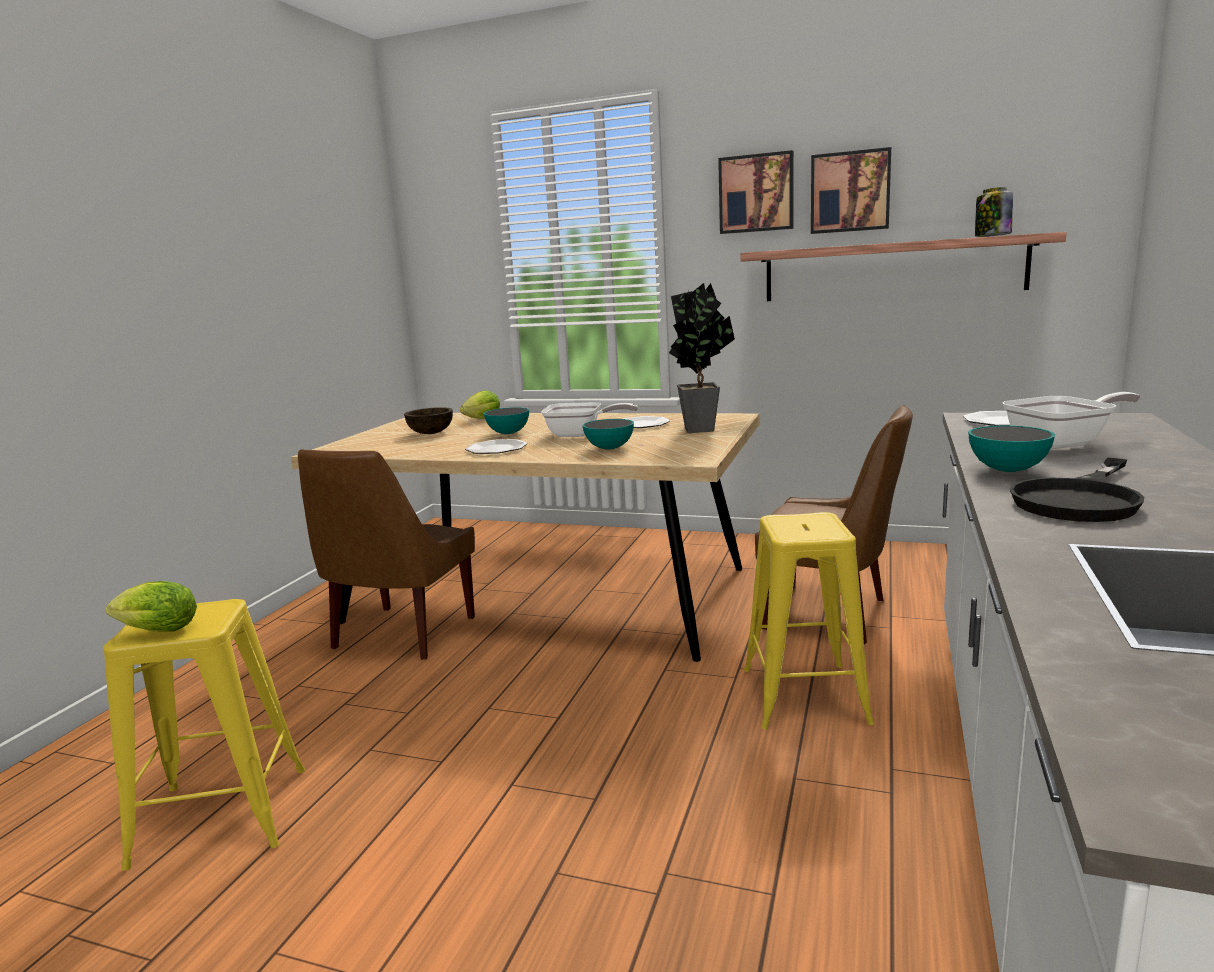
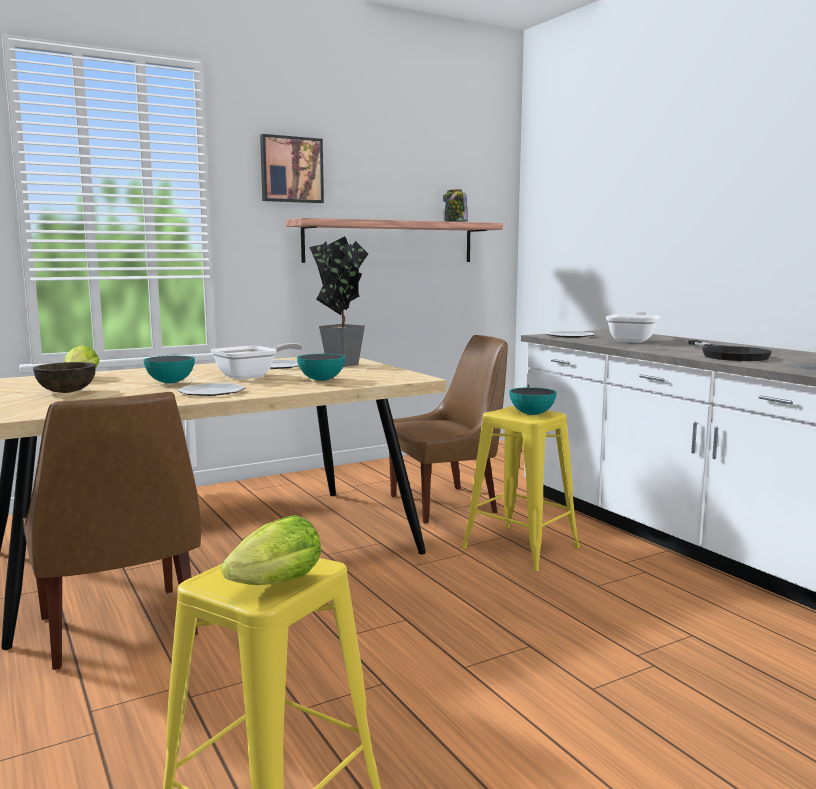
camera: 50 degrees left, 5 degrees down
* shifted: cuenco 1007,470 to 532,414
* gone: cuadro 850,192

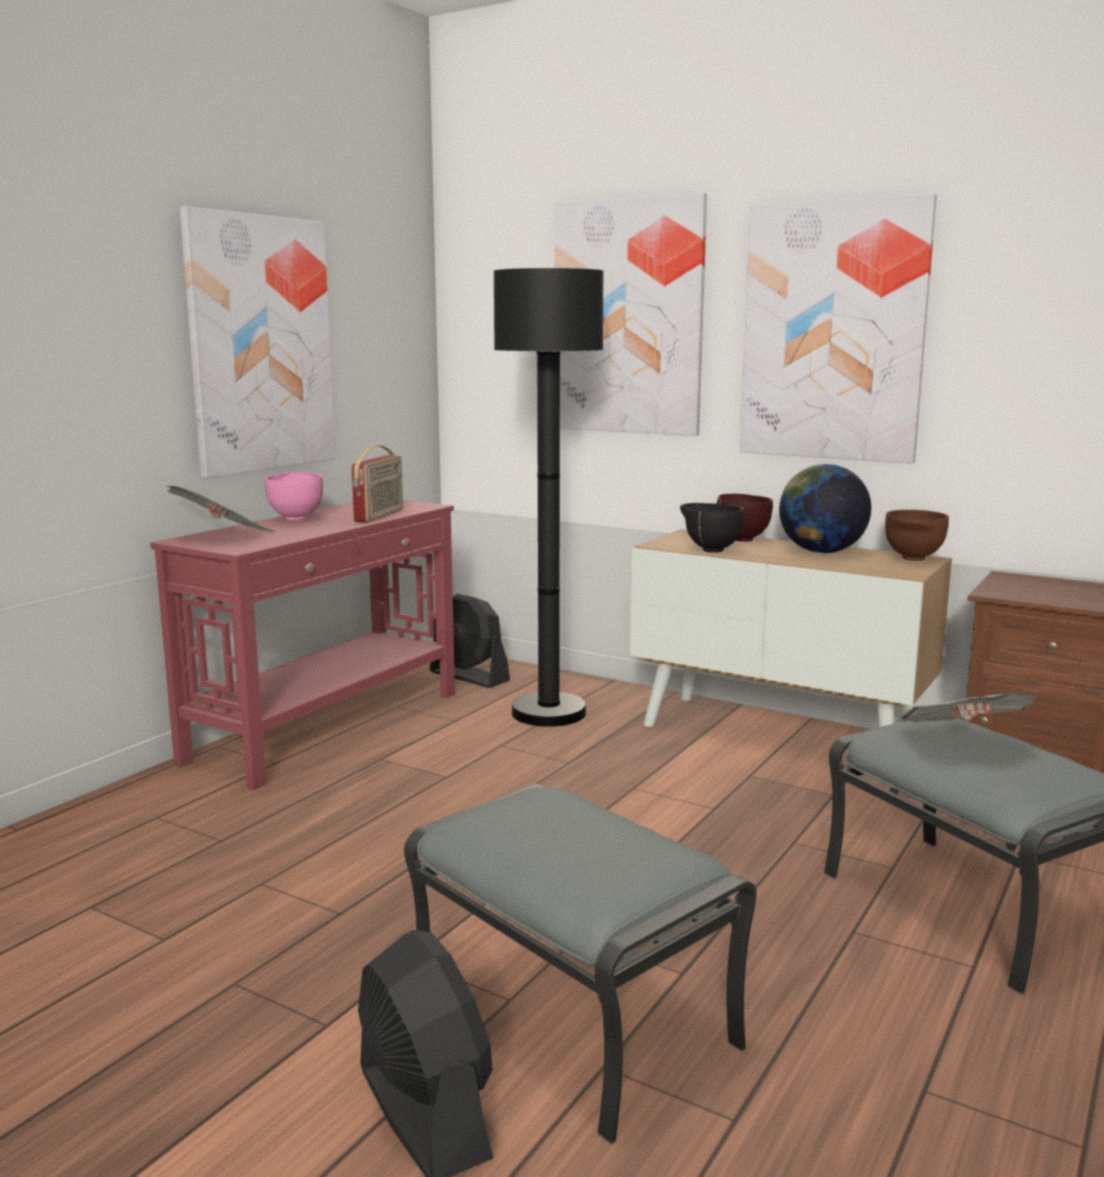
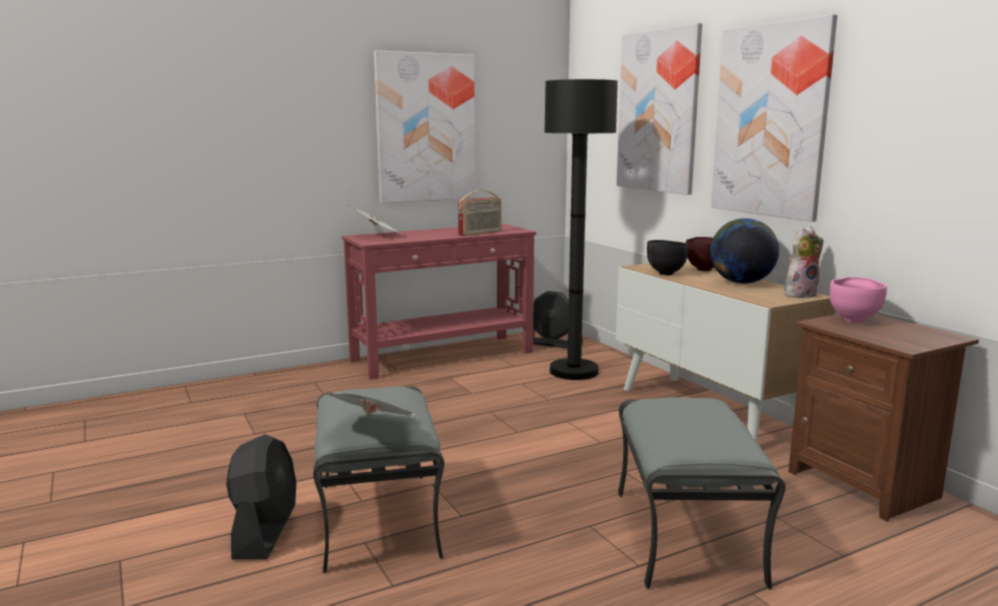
camera: 30 degrees right, 0 degrees up
* shifted: periódico 961,742 to 374,429
* rotated: ventilador (negro) 469,676 = 554,344 45 degrees counterclockwise
* swapped: cuenco (marrón) 913,559 to peluche 799,294
* shifted: cuenco (rosa) 296,518 to 854,320

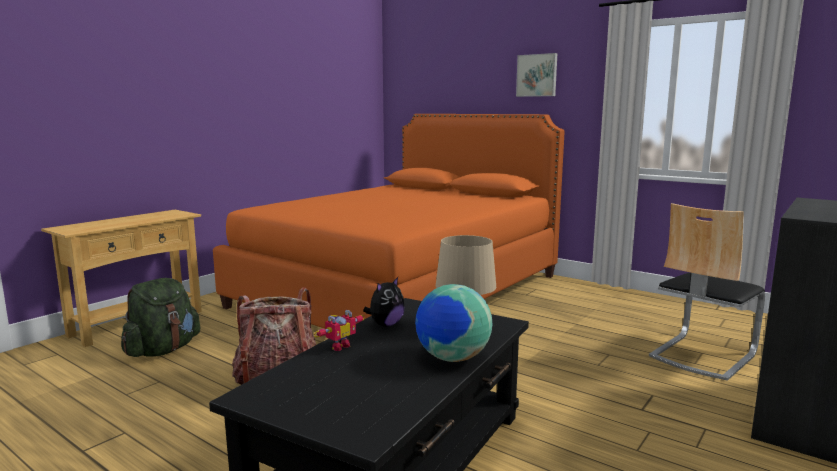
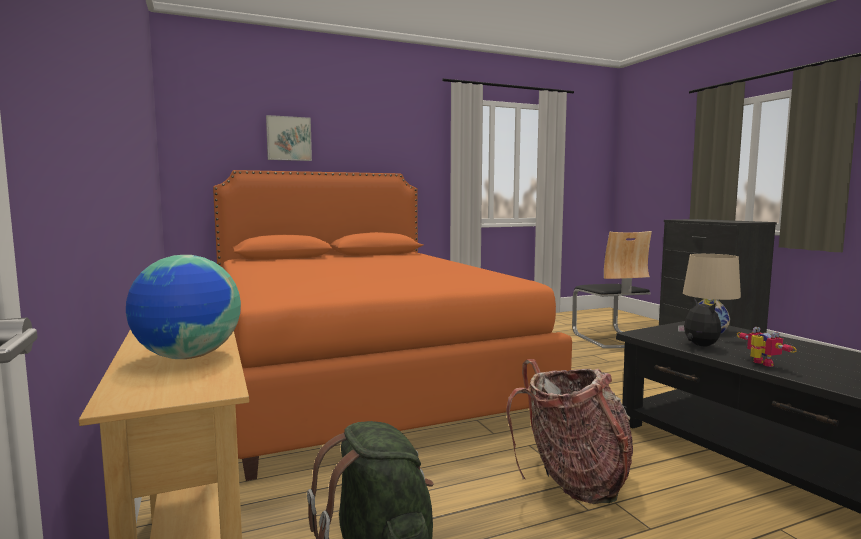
camera: 60 degrees left, 5 degrees down
* shifted: globo terráqueo 452,358 to 188,357
* shifted: cuadro 537,75 to 288,138

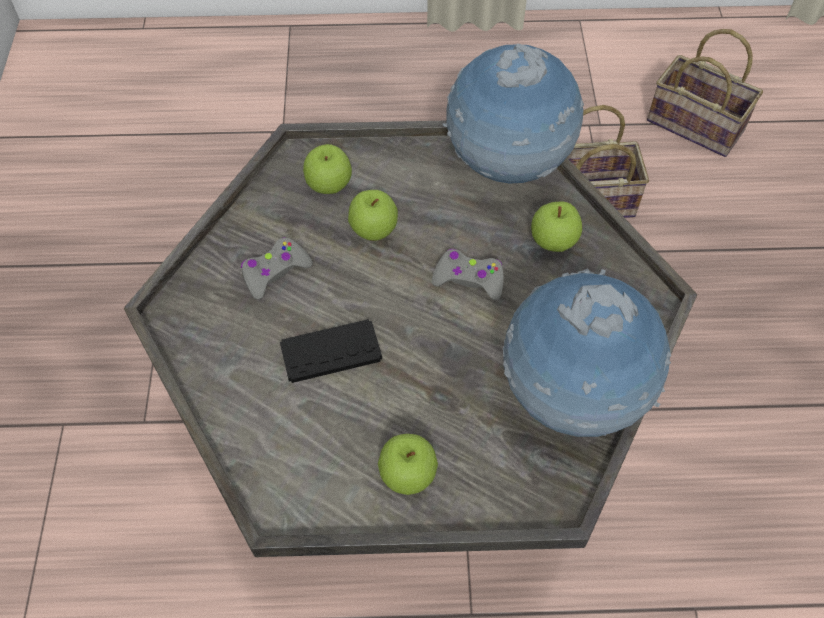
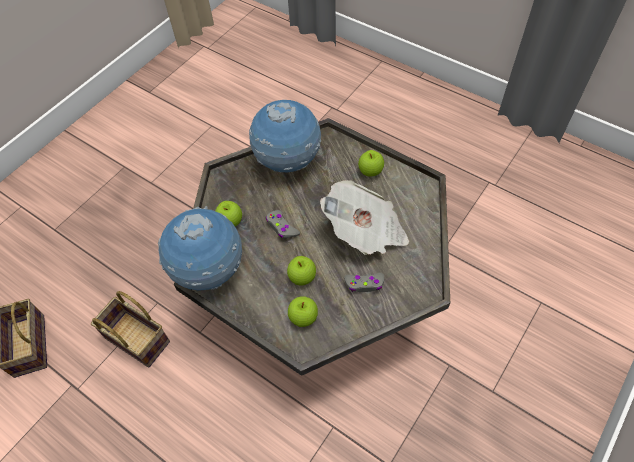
camera: 140 degrees left, 0 degrees up
* swapped: mando de consola (negro) 331,352 to periódico 365,231

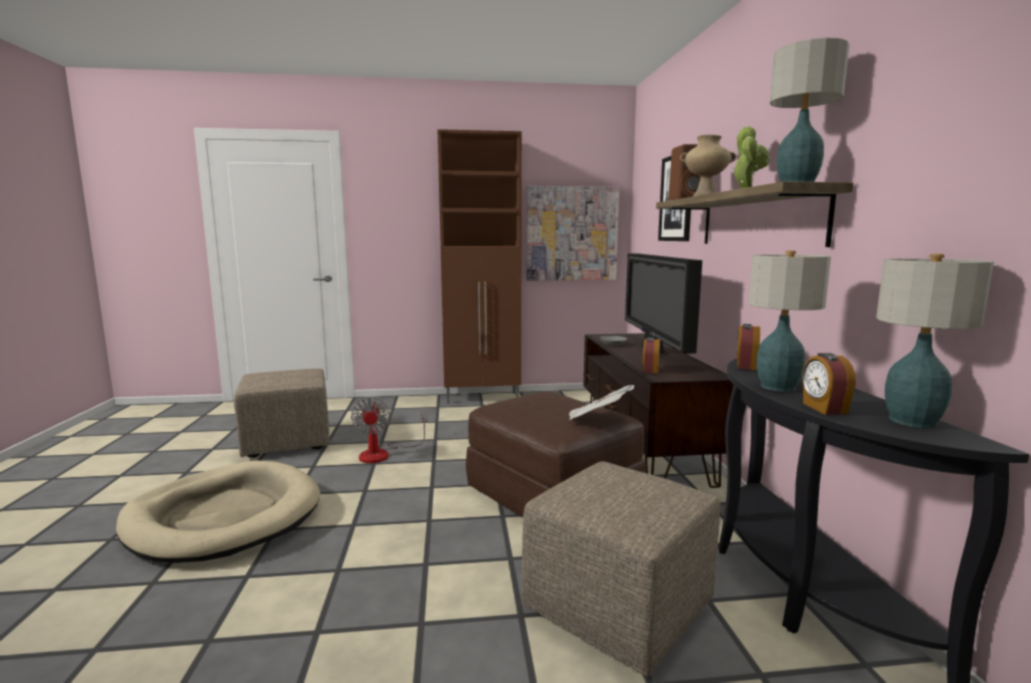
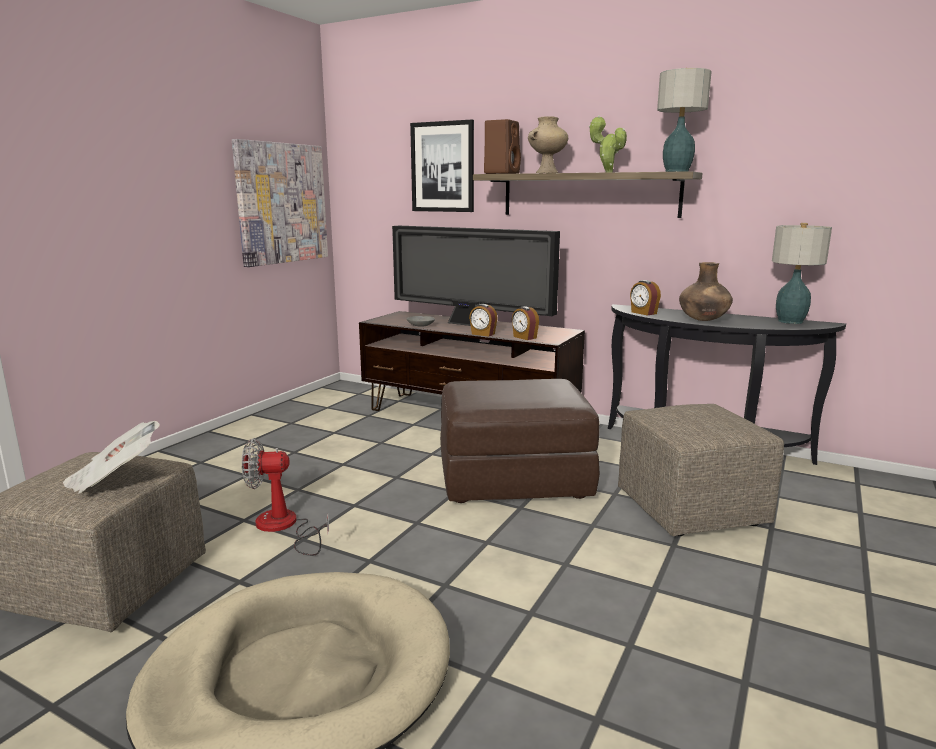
camera: 55 degrees left, 5 degrees up
* shifted: periódico 597,419 to 114,479
* rotated: ventilador 383,453 = 284,527 150 degrees clockwise
* shifted: despertador 823,408 to 483,334
* swapped: lámpara de mesa 777,387 to florero (marrón) 703,320
* gone: armario (marrón) 483,398

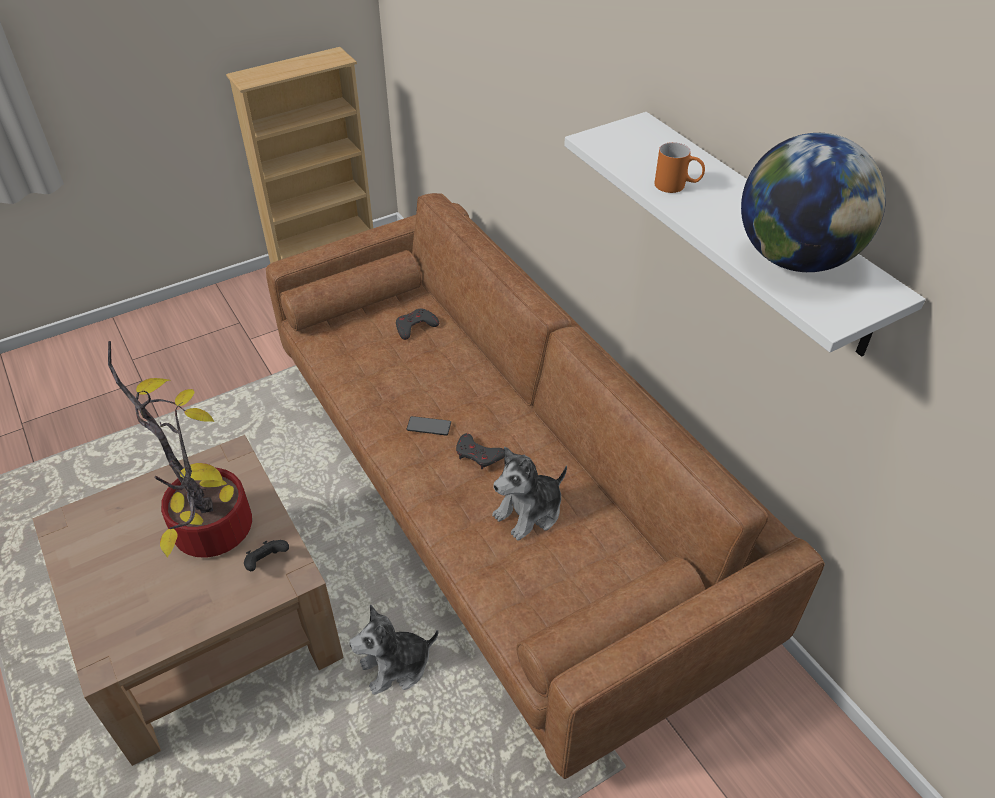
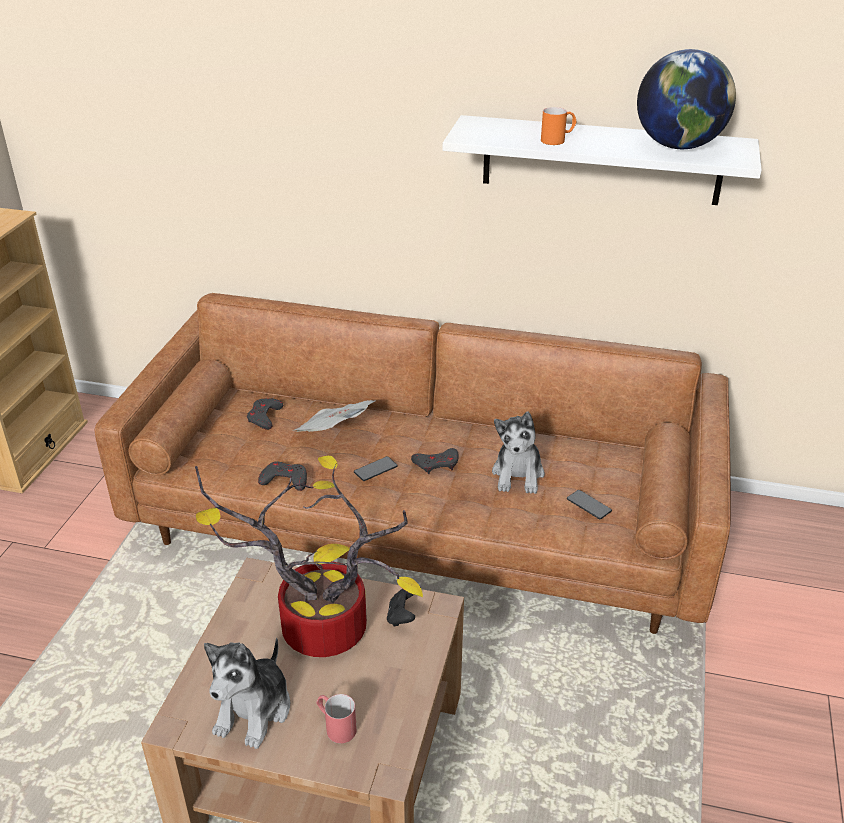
camera: 45 degrees left, 10 degrees down
* shifted: peluche 396,666 to 254,710
* new: mando de consola (gris) 285,480
* new: periódico 334,433
* new: taza grande (rojo) 335,726
* new: móvil 589,505

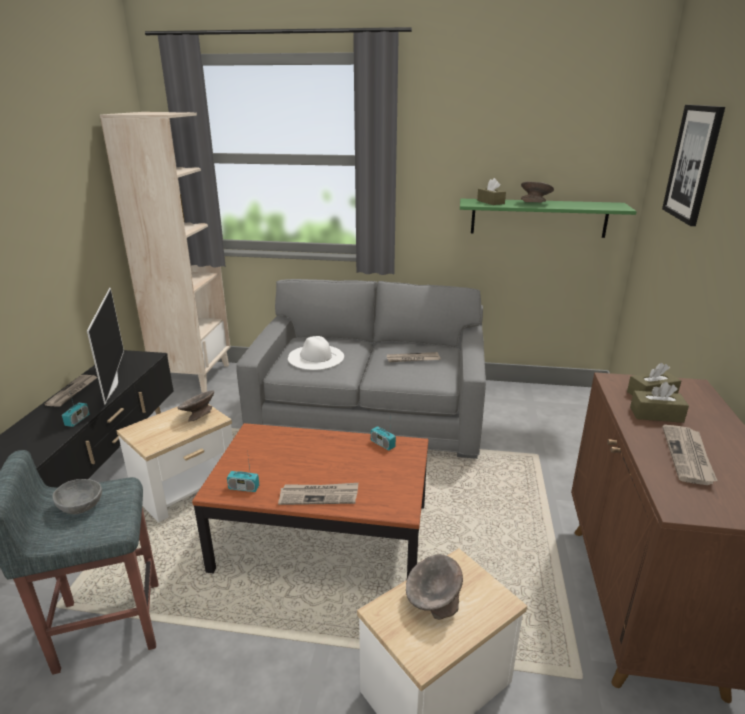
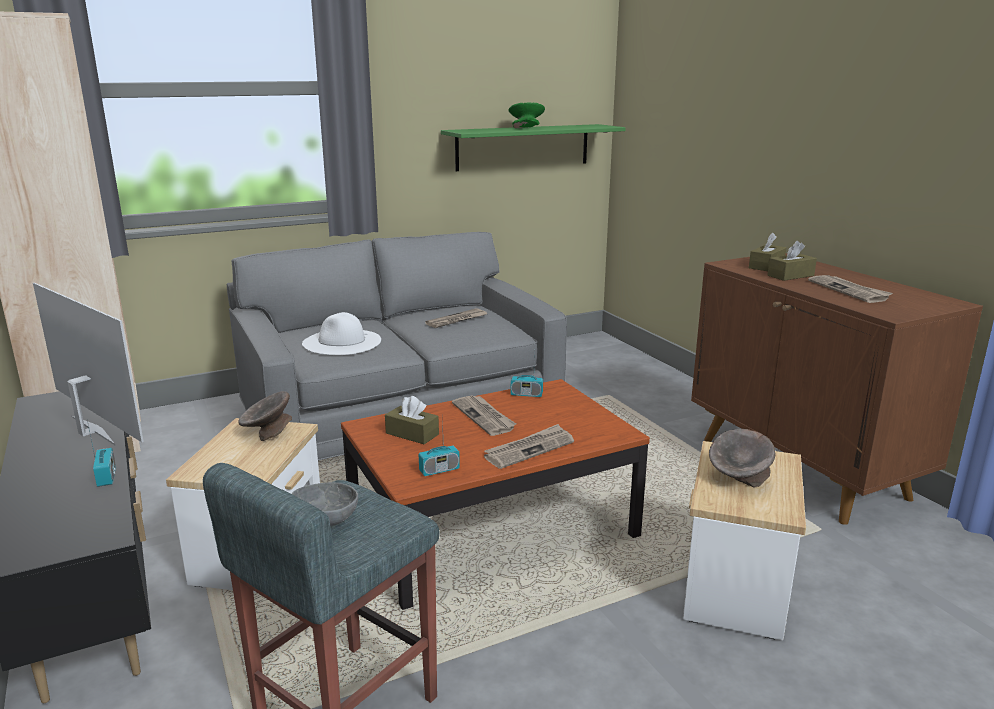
camera: 35 degrees left, 5 degrees down
* shifted: caja de pañuelos (marrón) 490,202 to 412,434
* shifted: periódico 73,392 to 484,417
* repainted: cuenco (gris) 534,203 to cuenco (verde) 526,128
* gone: cuadro 693,163

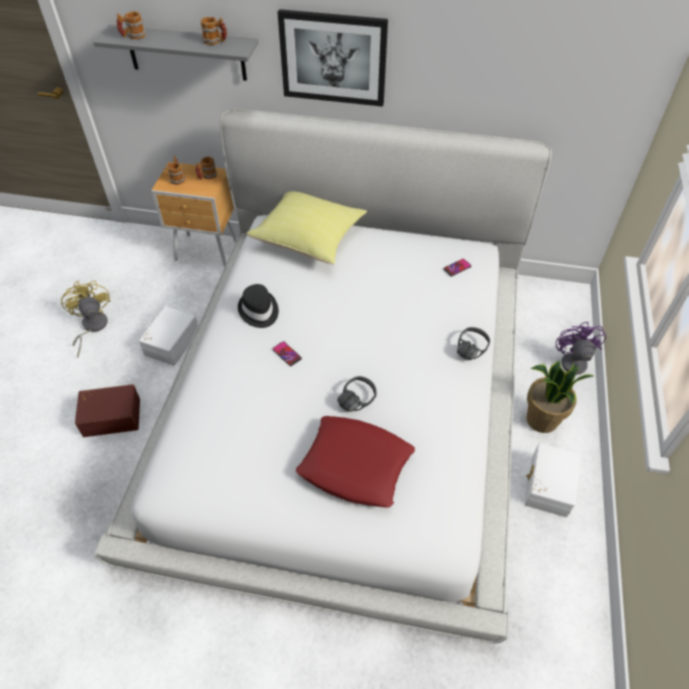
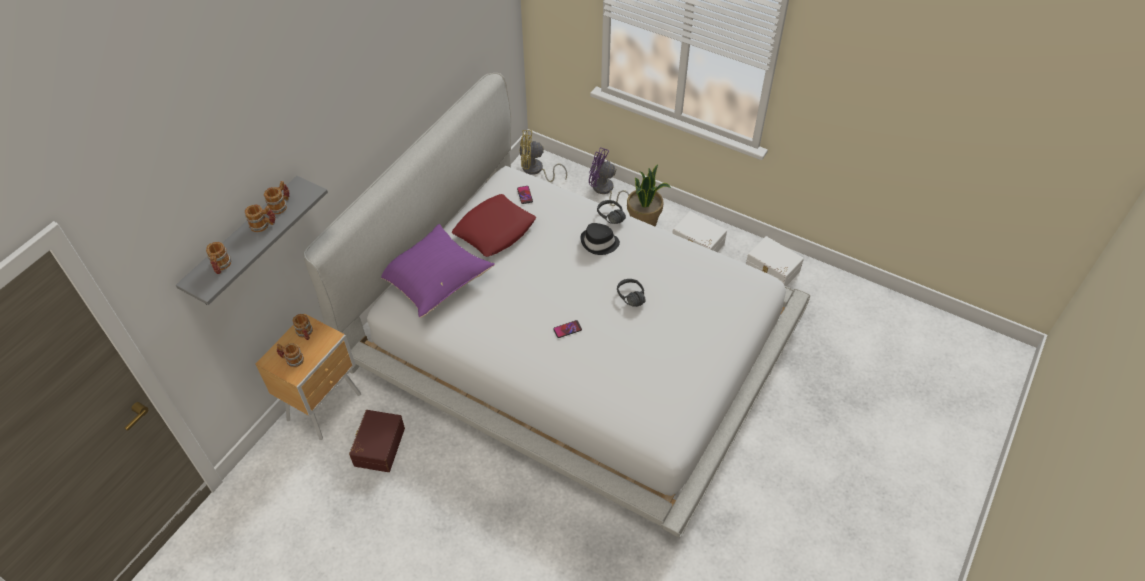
camera: 70 degrees left, 0 degrees up
* new: taza grande 263,225
* shifted: caja de almacenaje (marrón) 112,416 to 378,446
* repainted: cojín (amarillo) 309,238 to cojín (morado) 434,280
* shifted: cojín (rojo) 355,465 to 495,230
* shifted: ventilador (amarillo) 92,327 to 536,170
* shifted: sombrero (negro) 258,311 to 599,243
* shifted: caja de almacenaje (blanco) 170,342 to 771,270
* gone: cuadro 333,58

